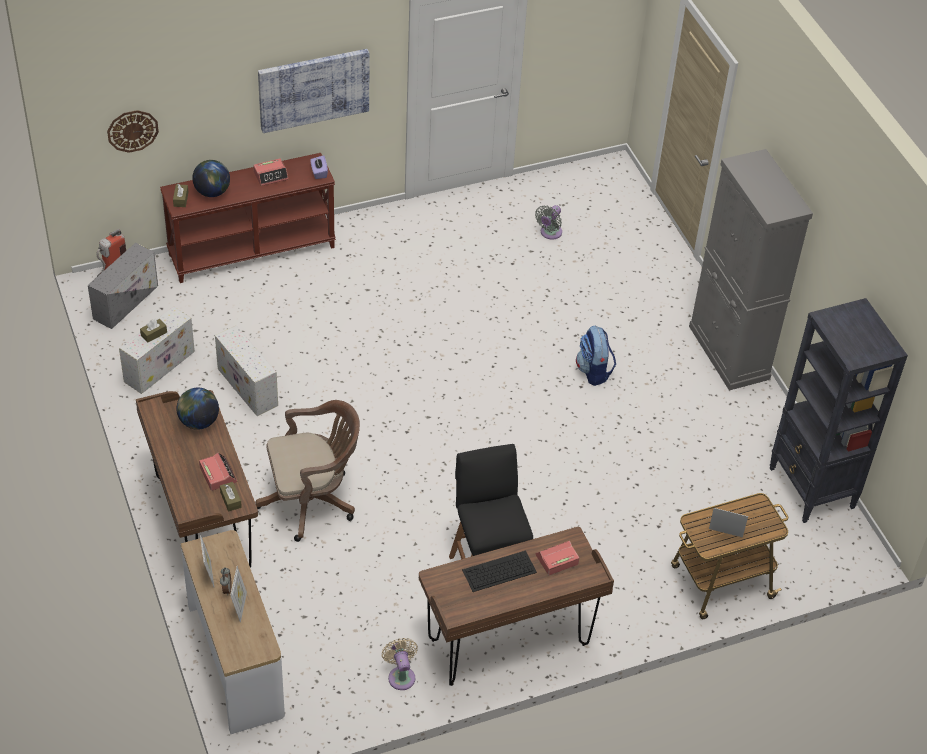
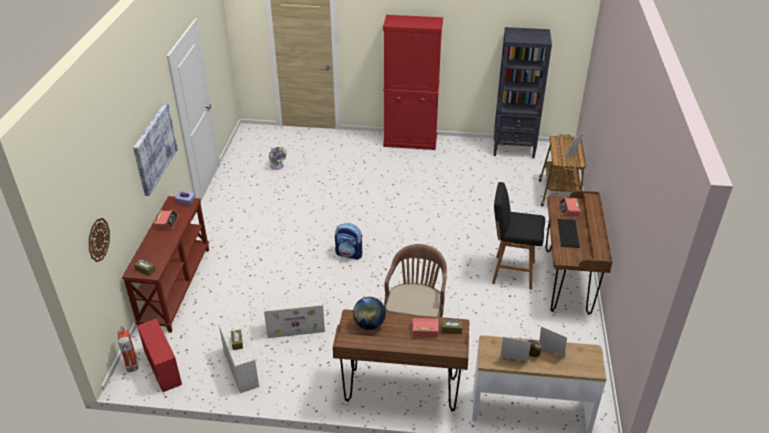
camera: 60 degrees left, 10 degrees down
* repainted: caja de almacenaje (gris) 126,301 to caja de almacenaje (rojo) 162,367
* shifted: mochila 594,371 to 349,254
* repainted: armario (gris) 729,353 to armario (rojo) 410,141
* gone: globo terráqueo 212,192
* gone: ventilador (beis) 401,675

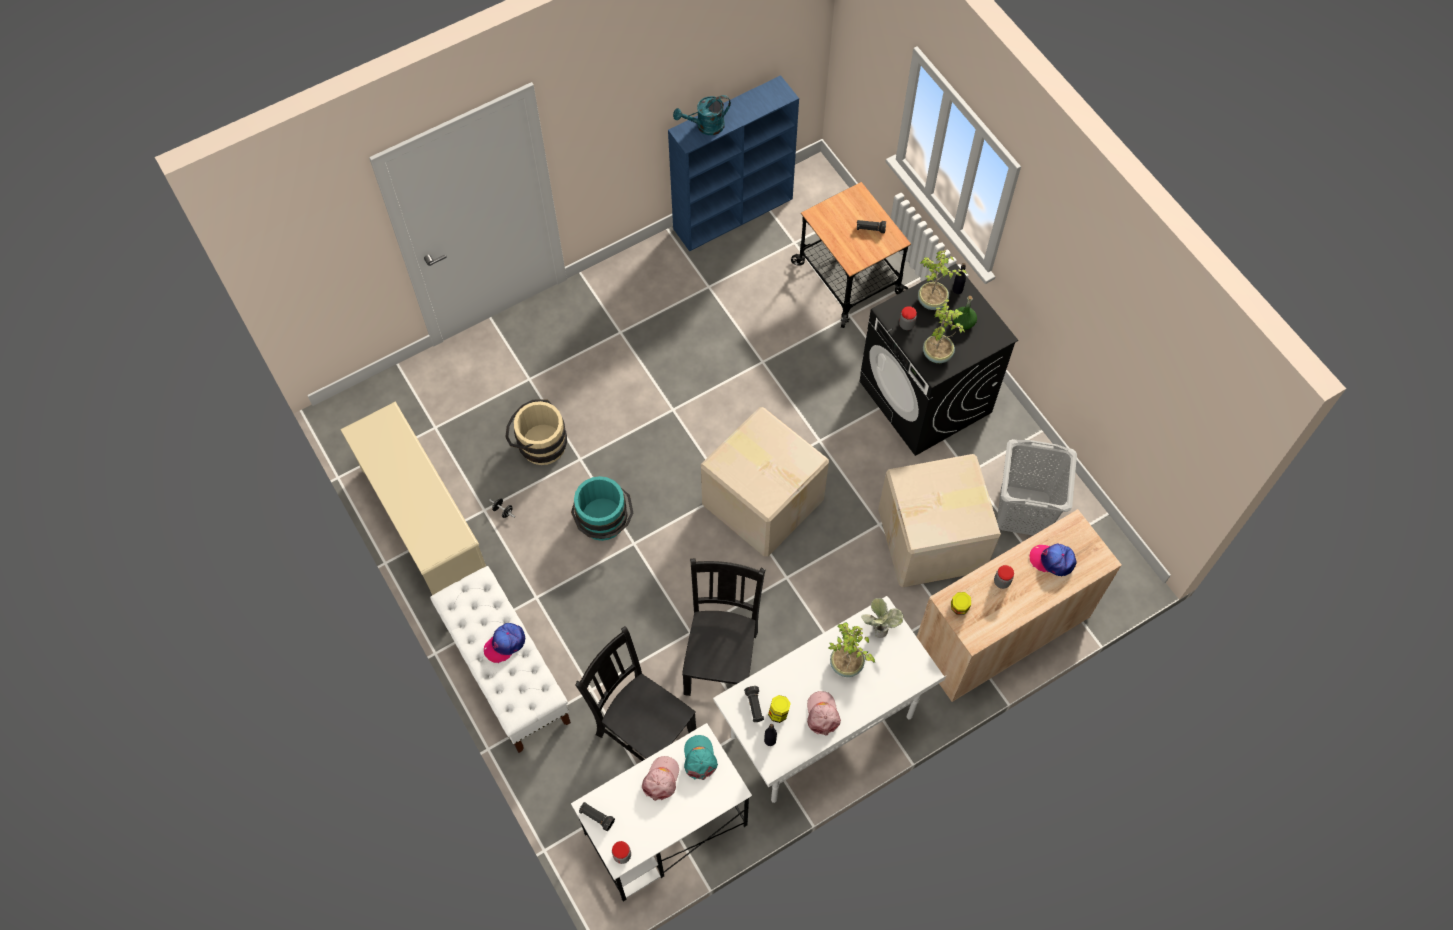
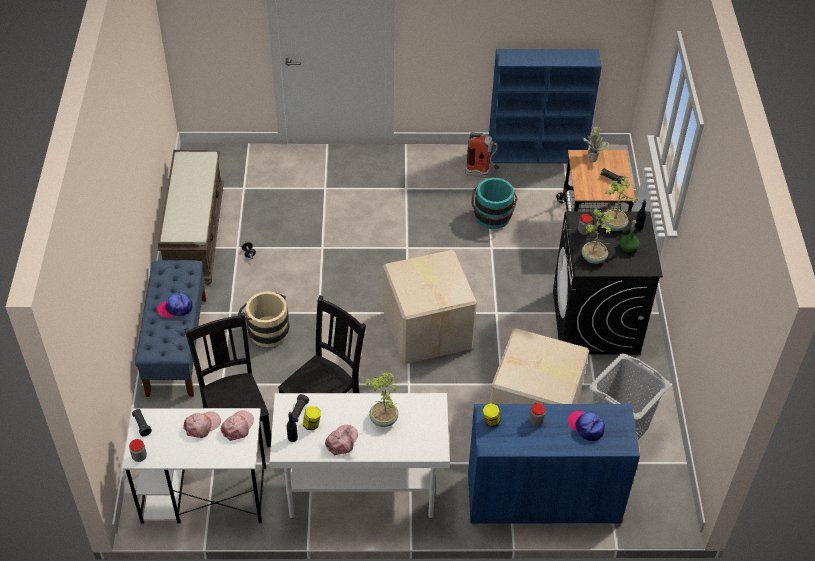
camera: 30 degrees right, 15 degrees down
* repainted: banco (blanco) 506,671 to banco (azul) 176,345
* swapped: zapatero (beis) 423,519 to banco (marrón) 195,234
* repainted: gorra (turquesa) 699,758 to gorra (rosa) 238,426
* shifted: cubo (beis) 538,443 to 266,330
* new: extintor 482,174
* repainted: armario (beis) 1001,632 to armario (azul) 543,498
* shifted: cubo (turquesa) 604,523 to 492,219
* shifted: planta en maceta 878,627 to 592,156
* gone: regadera (turquesa) 705,126

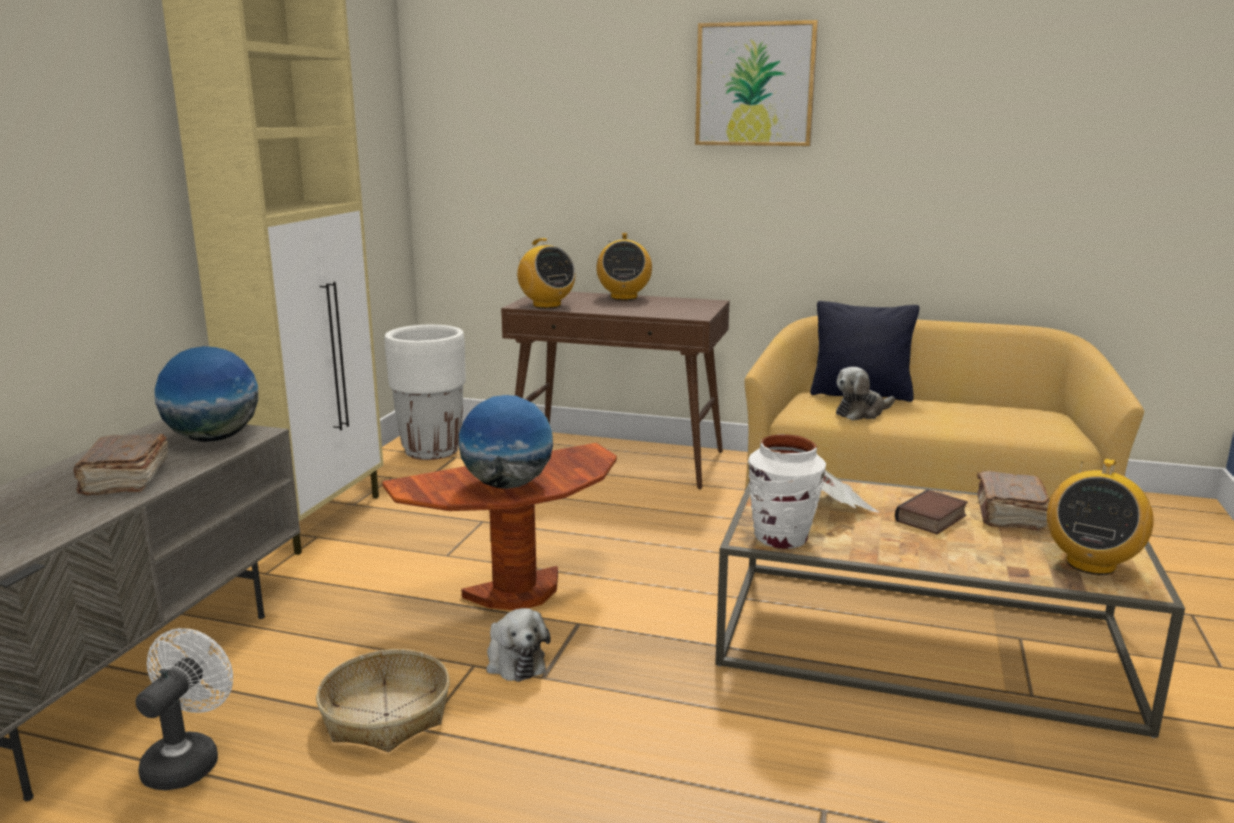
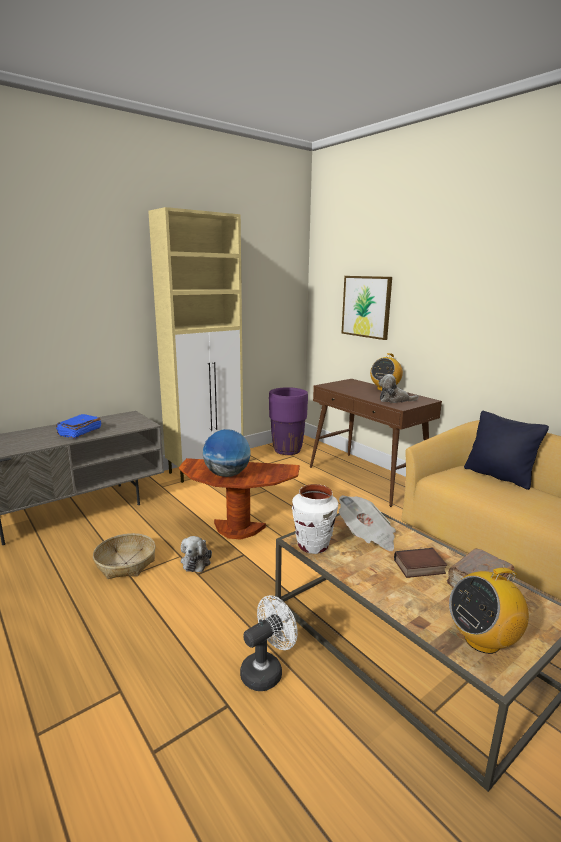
camera: 35 degrees right, 0 degrees up
* repainted: libro (marrón) 125,479 to libro (azul) 79,433
* shifted: ventilador (blanco) 188,759 to 266,670
* repainted: maceta (blanco) 431,451 to maceta (morado) 287,450
* shifted: cuadro 755,84 to 366,306
* shifted: peluche 861,413 to 394,400
* gone: globo terráqueo 214,439
* gone: radio 546,305

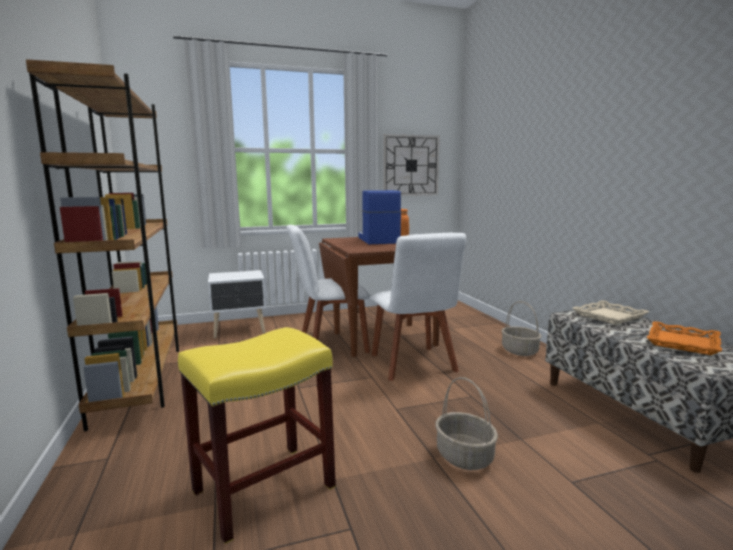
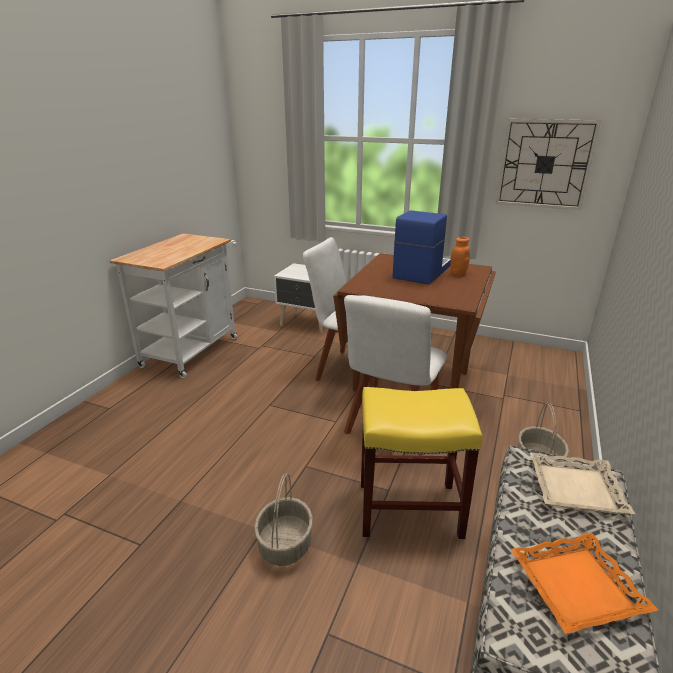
camera: 40 degrees right, 15 degrees up
* swapped: estantería (marrón) 141,378 to carrito (blanco) 194,349
* shifted: taburete (amarillo) 265,488 to 410,509

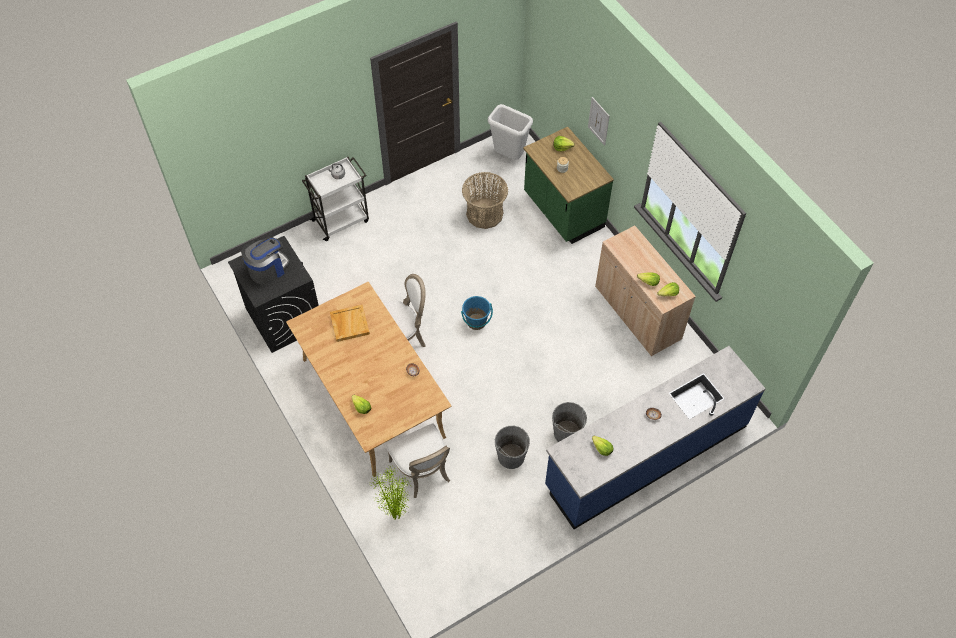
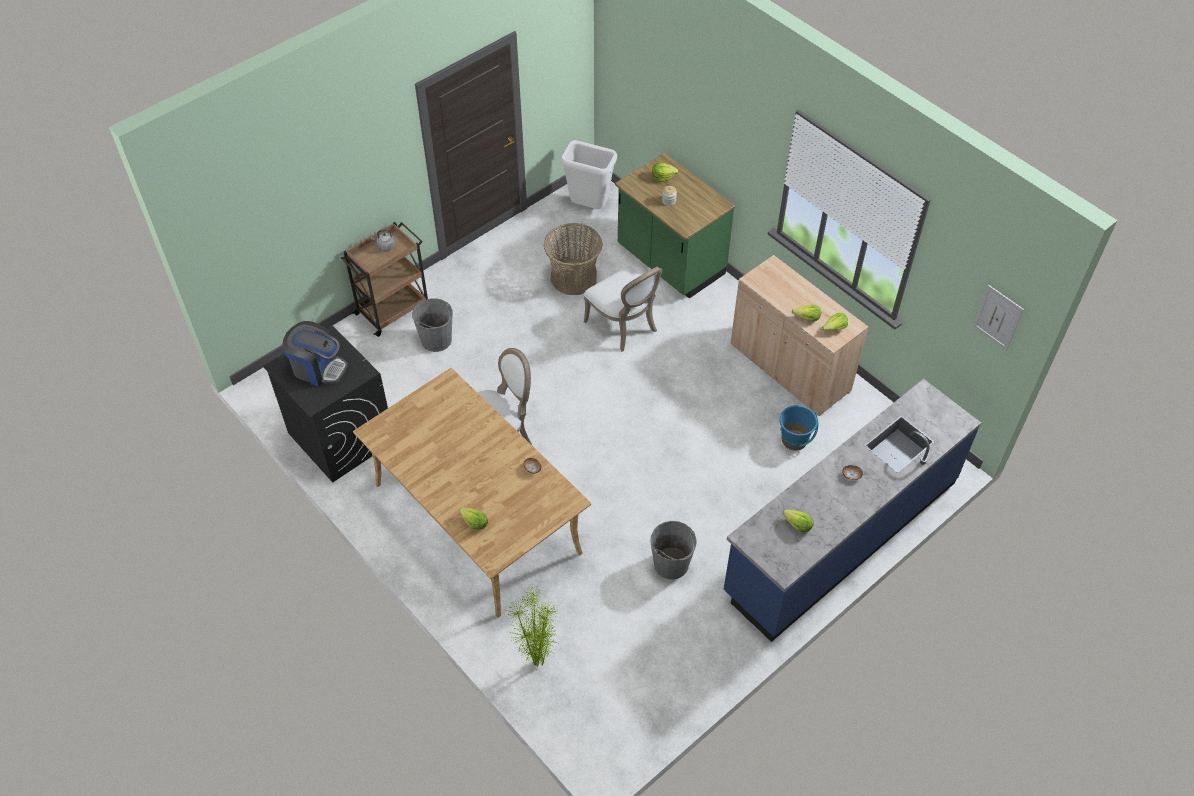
camera: 10 degrees left, 5 degrees down
* rotated: cafetera 268,269 = 318,368 75 degrees clockwise
* repainted: carrito (blanco) 341,220 to carrito (marrón) 393,309
* shifted: cubo (gris) 567,433 to 436,340
* shifted: silla (blanco) 423,472 to 624,326
* shifted: cubo (azul) 476,322 to 794,440
* shifted: cuadro 598,121 to 997,317
* gone: bandeja (beis) 349,324

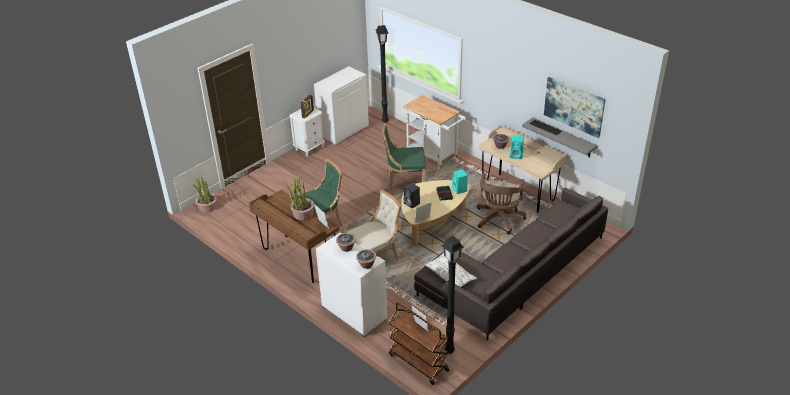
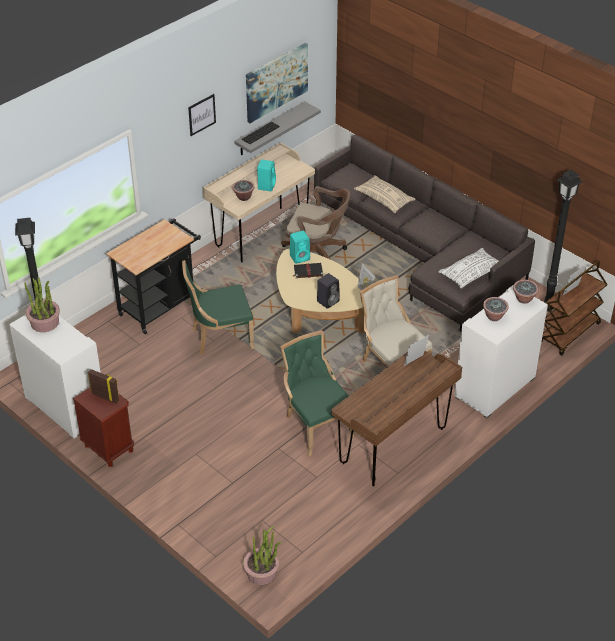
camera: 90 degrees left, 5 degrees up
* shifted: planta en maceta 303,214 to 44,323
* repainted: mesita de noche (blanco) 309,148 to mesita de noche (marrón) 108,448
* repainted: carrito (blanco) 434,156 to carrito (negro) 161,306
* rotated: silla (verde) 404,181 = 220,337 75 degrees clockwise
* new: cuadro 201,114
* new: cojín (beis) 384,199

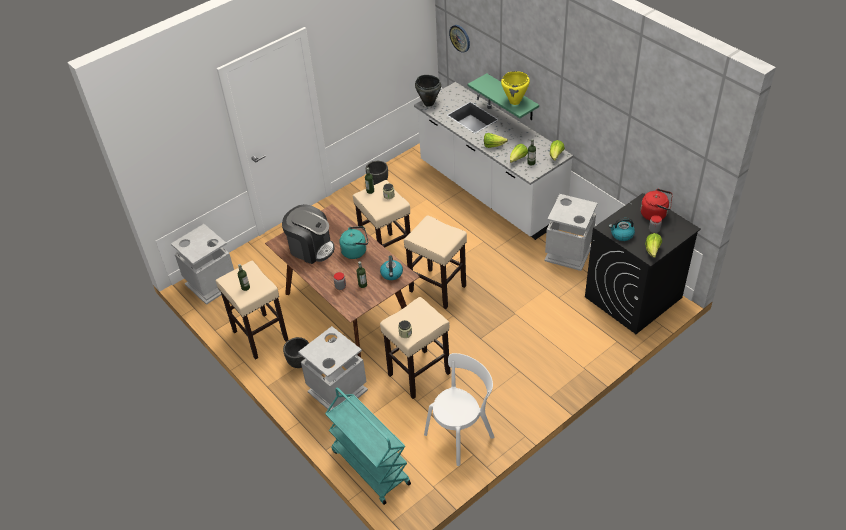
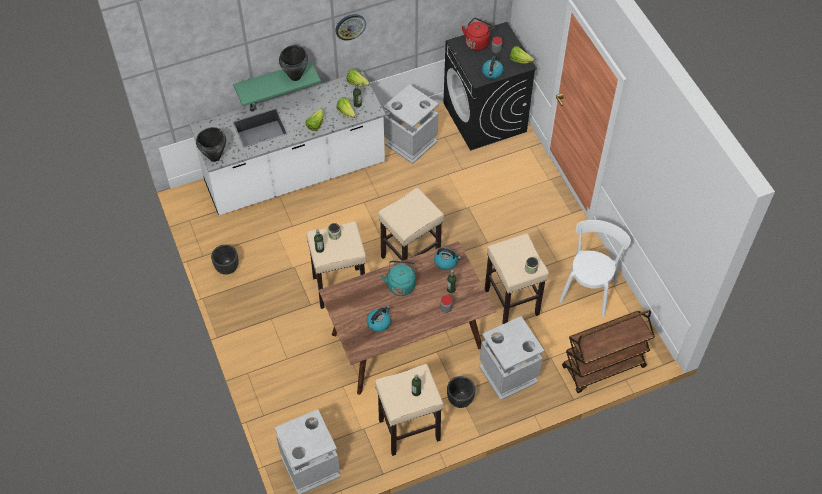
camera: 75 degrees left, 10 degrees up
* repainted: olla (amarillo) 515,101 to olla (negro) 295,76
* shifted: reloj de pared 460,38 to 350,26
* swapped: cafetera 311,248 to hervidor 379,322
* rotated: silla (blanco) 461,433 = 589,288 45 degrees clockwise
* repainted: carrito (turquesa) 370,467 to carrito (marrón) 603,367

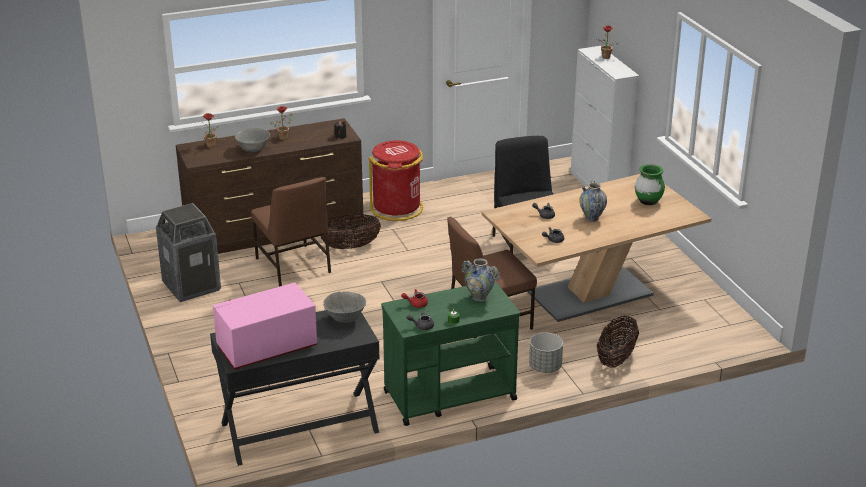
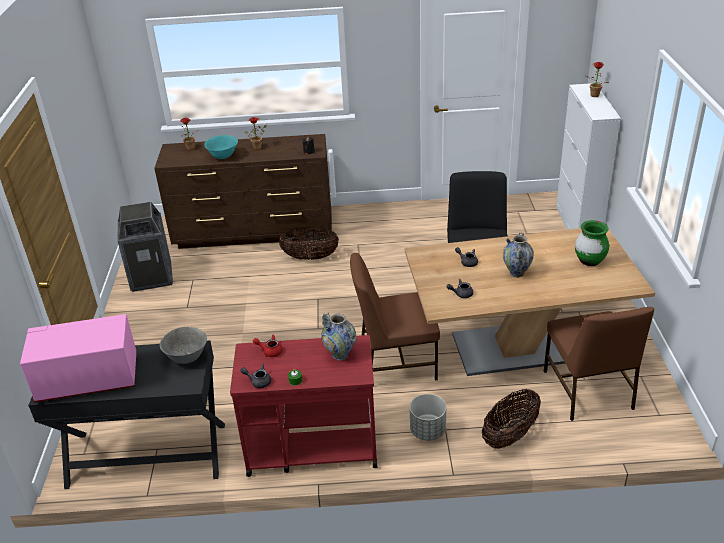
camera: 20 degrees right, 5 degrees up
* repainted: cuenco (gris) 253,150 to cuenco (turquesa) 223,156
* repainted: carrito (verde) 449,395 to carrito (rojo) 311,447
* shifted: silla (marrón) 293,266 to 587,391
* gone: papelera (rojo) 397,208

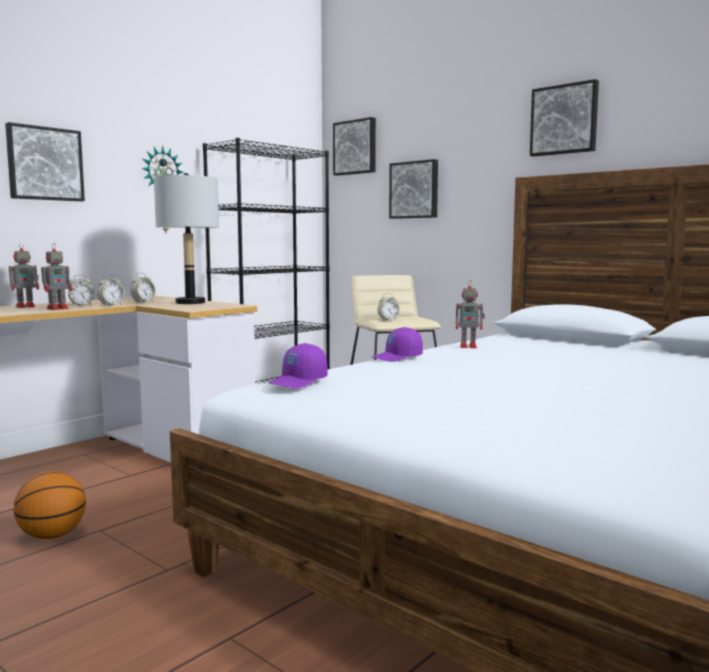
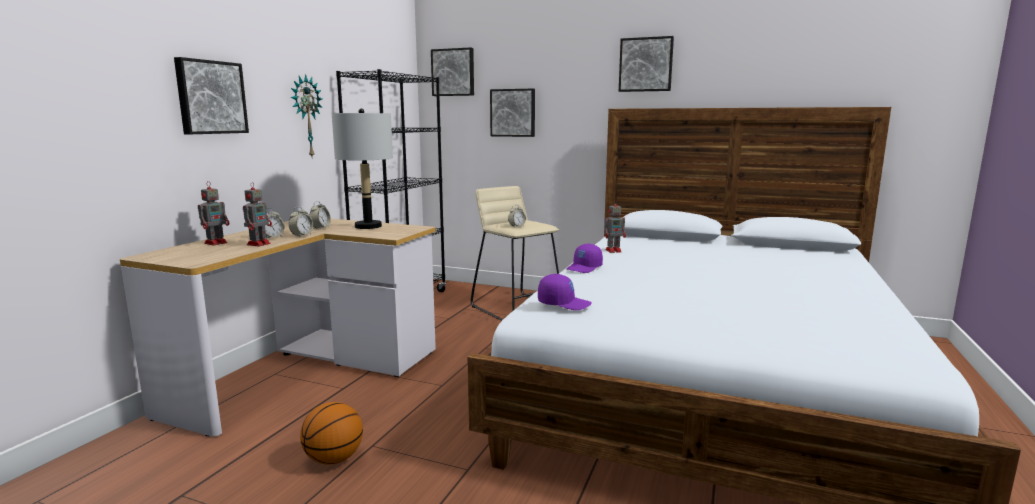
camera: 20 degrees left, 5 degrees up
* rotated: gorra (morado) 299,382 = 564,303 90 degrees counterclockwise

